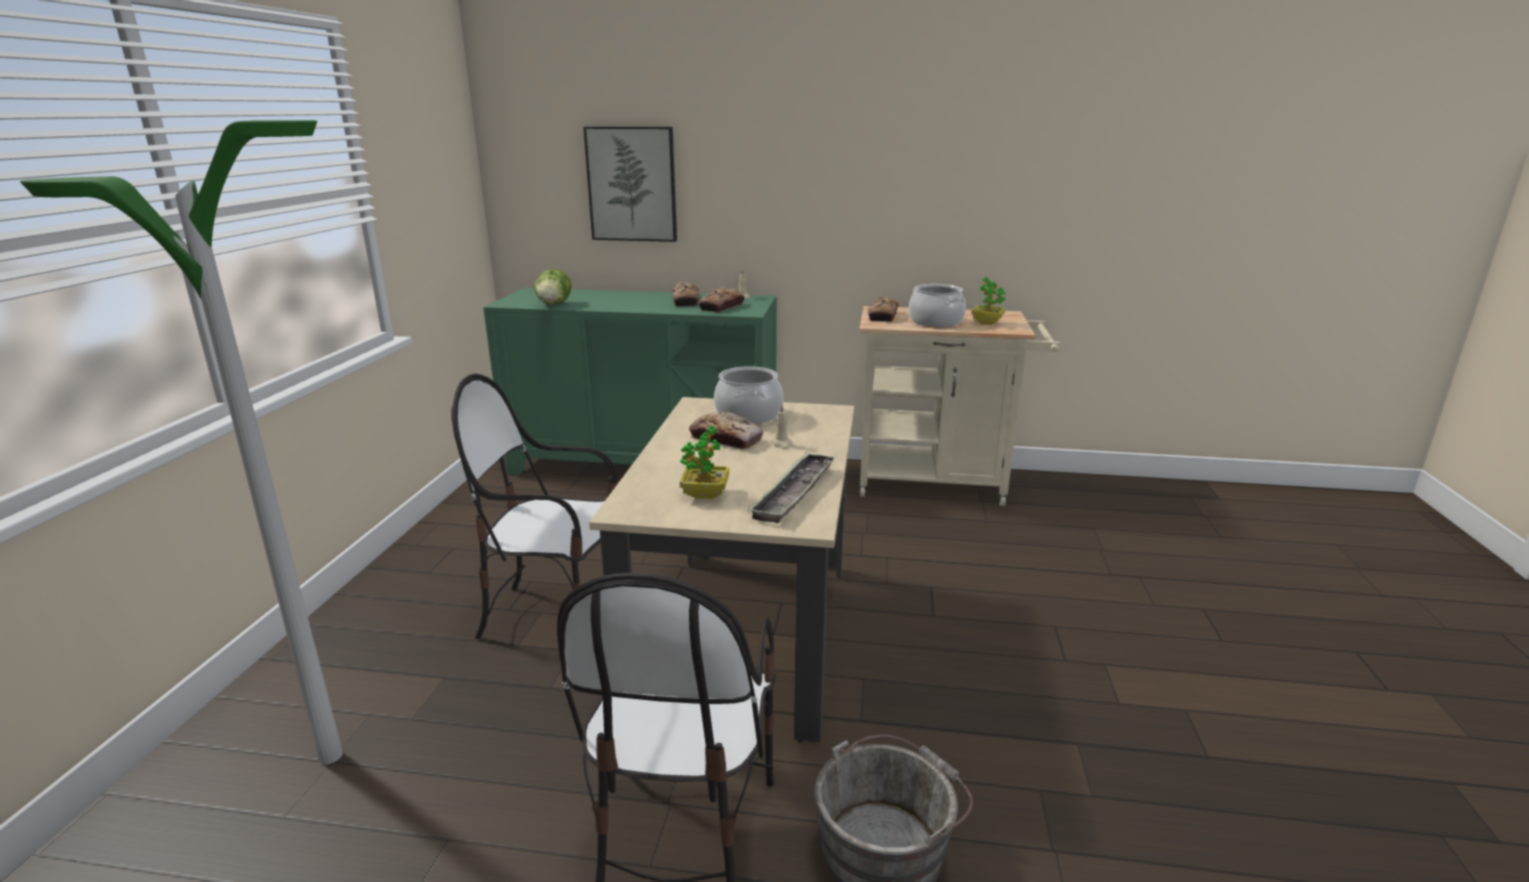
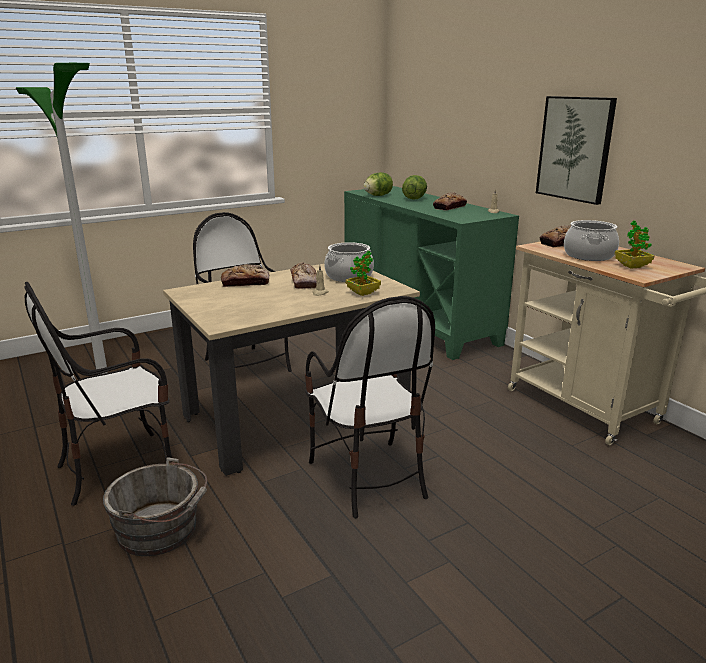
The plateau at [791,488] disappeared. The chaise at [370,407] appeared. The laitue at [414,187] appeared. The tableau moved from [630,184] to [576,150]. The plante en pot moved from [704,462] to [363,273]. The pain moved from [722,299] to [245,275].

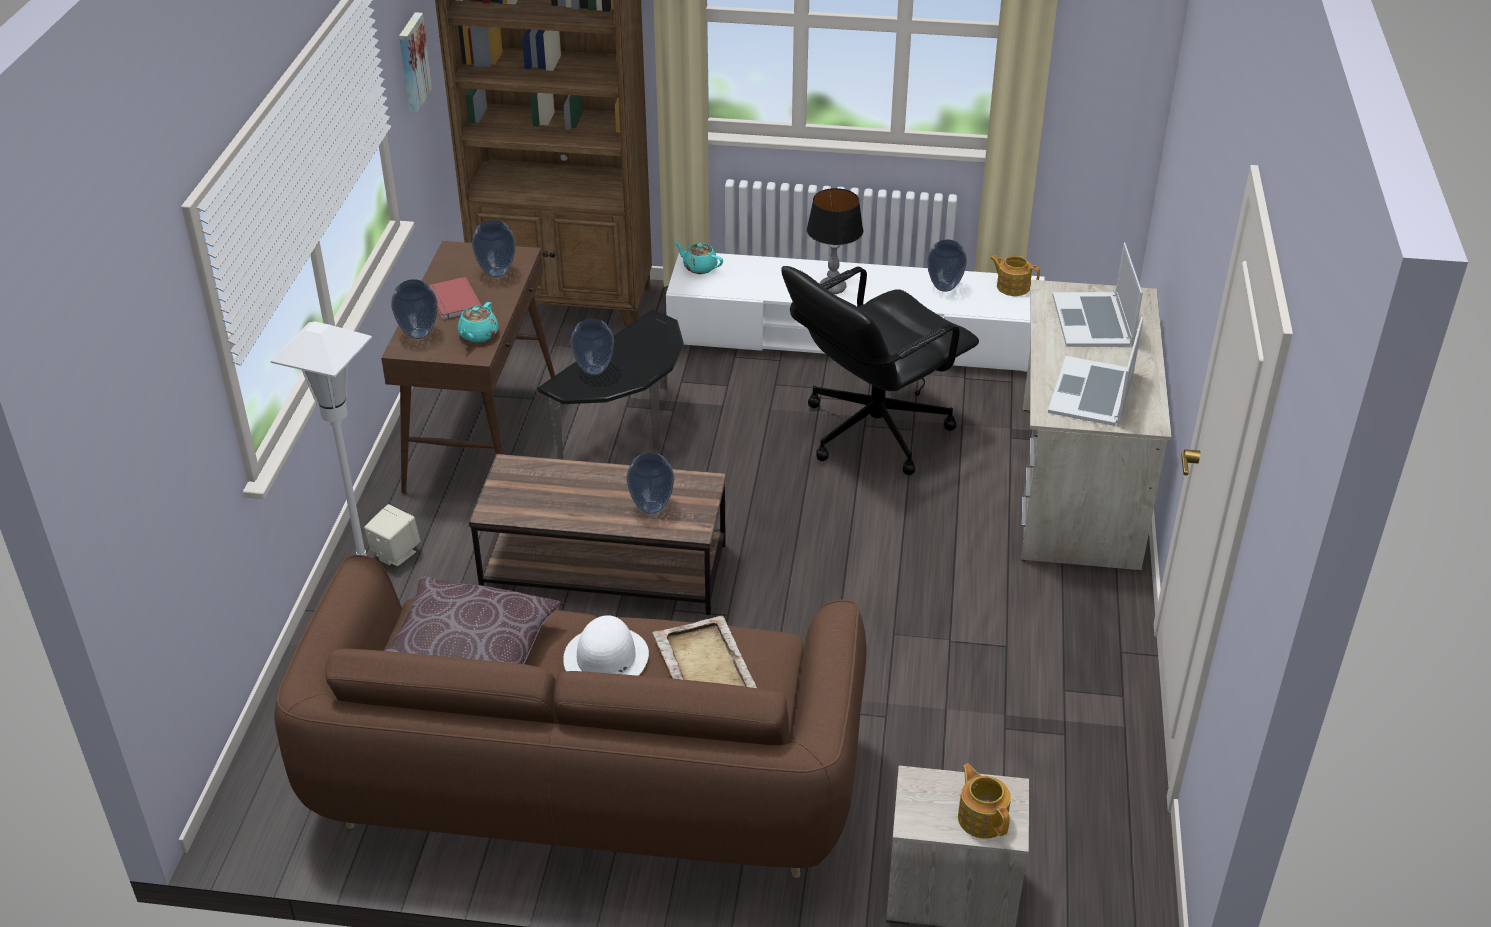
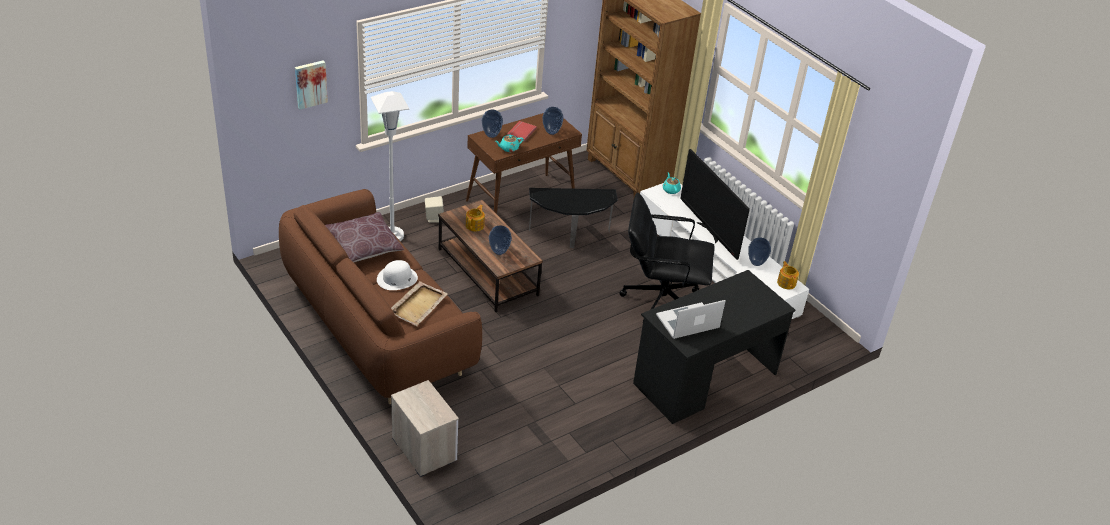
The vase at [592,347] disappeared. The ordinateur portable at [1098,295] disappeared. The tableau moved from [415,62] to [311,85]. The théière moved from [984,801] to [475,218]. The lampe de table at [835,241] was replaced by the téléviseur at [715,204]. The bureau (beige) at [1096,425] became the bureau (noir) at [714,347].

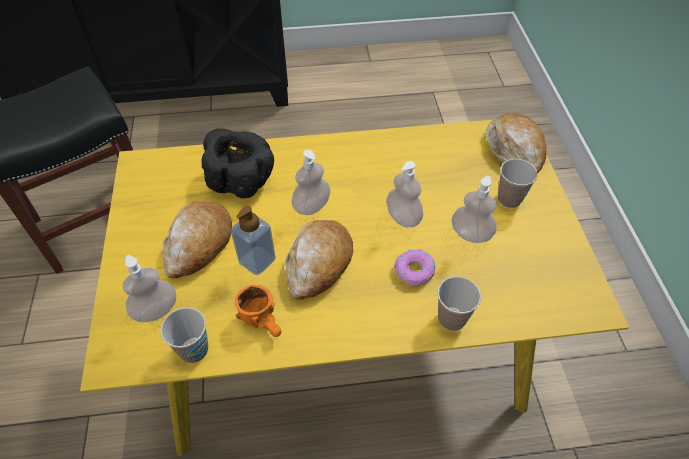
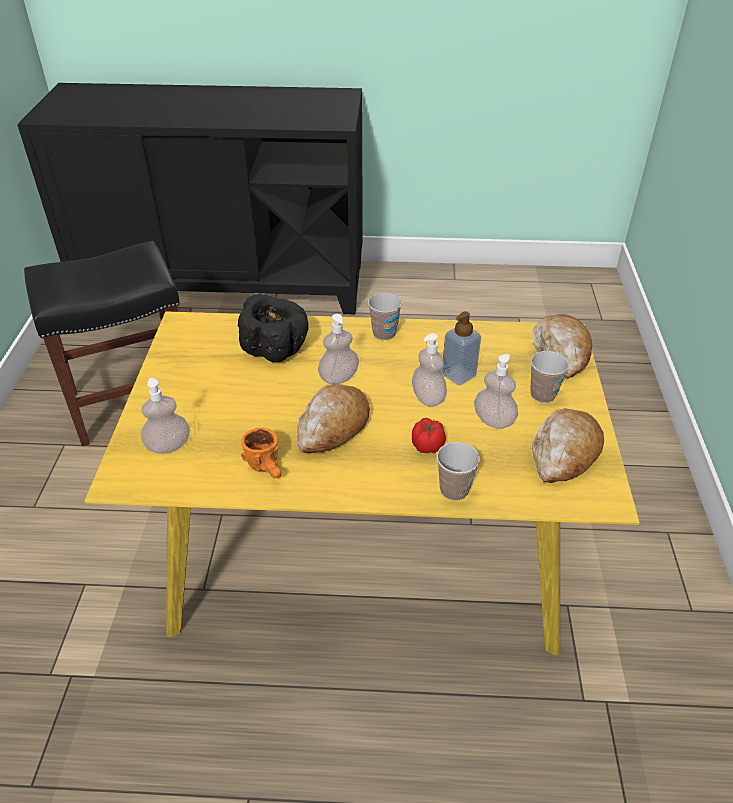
The tasse moved from [184,335] to [385,316]. The pain moved from [197,240] to [568,445]. The distributeur de savon moved from [253,240] to [461,348]. The beignet at [415,267] was replaced by the tomate at [429,435].

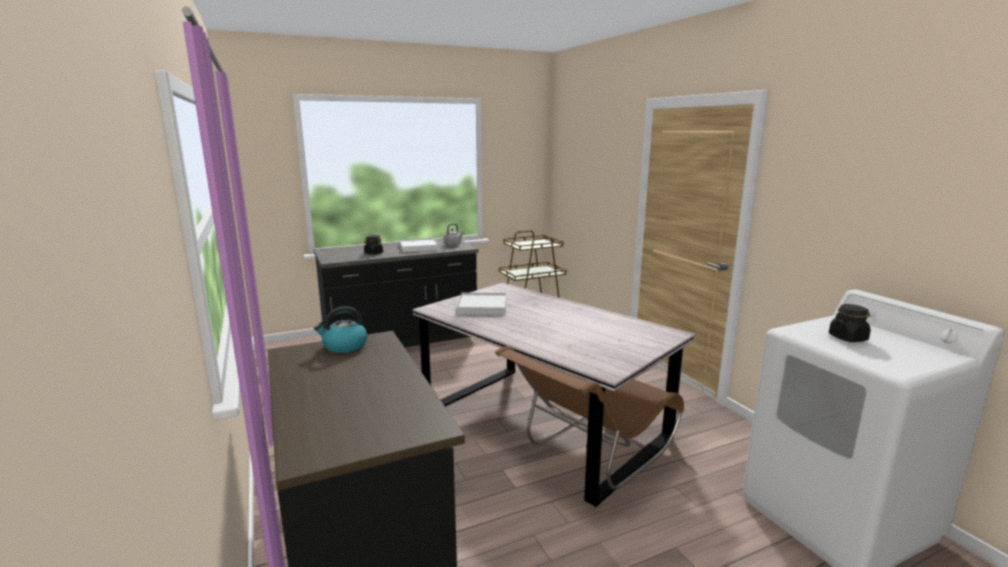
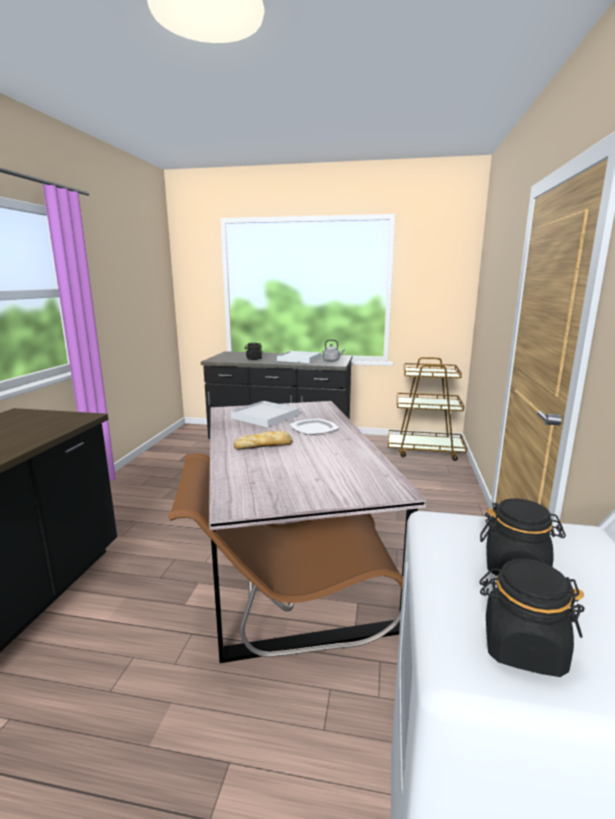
The bouilloire at [340,329] disappeared. The pain at [263,440] appeared. The assiette at [314,427] appeared. The bocal (noir) at [532,618] appeared.

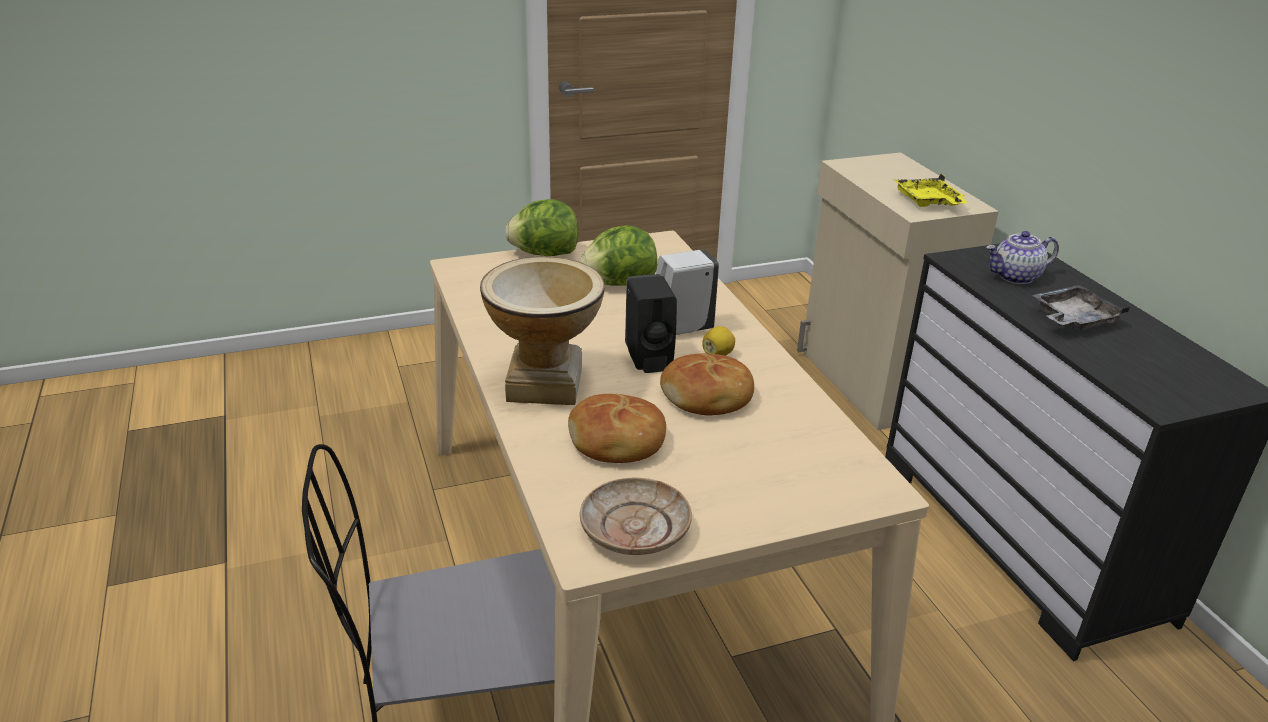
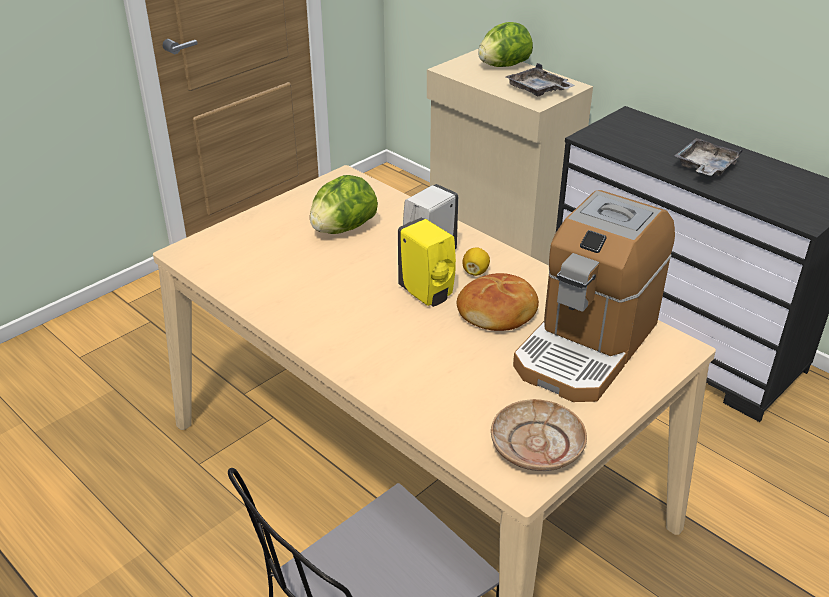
The vase at [542,331] disappeared. The pain at [617,428] disappeared. The théière at [1022,257] disappeared. The machine à café at [594,296] appeared. The laitue moved from [541,227] to [505,44]. The distributeur de savon (noir) at [651,323] became the distributeur de savon (jaune) at [427,262]. The plateau (jaune) at [931,190] became the plateau (gris) at [540,79].

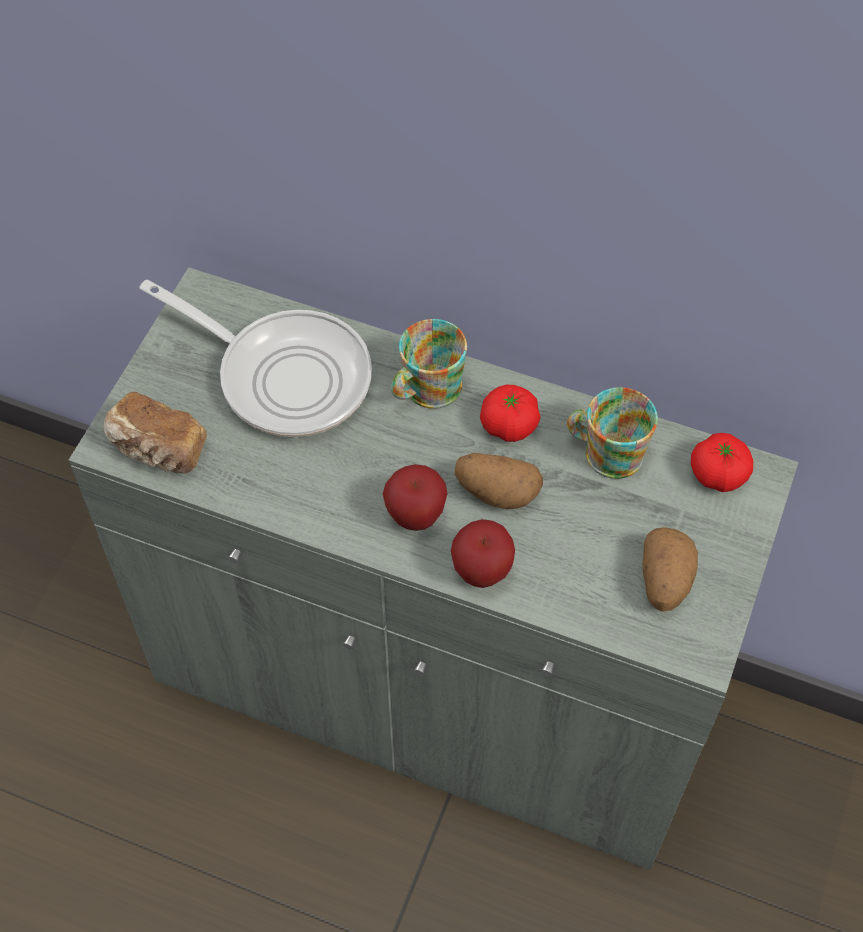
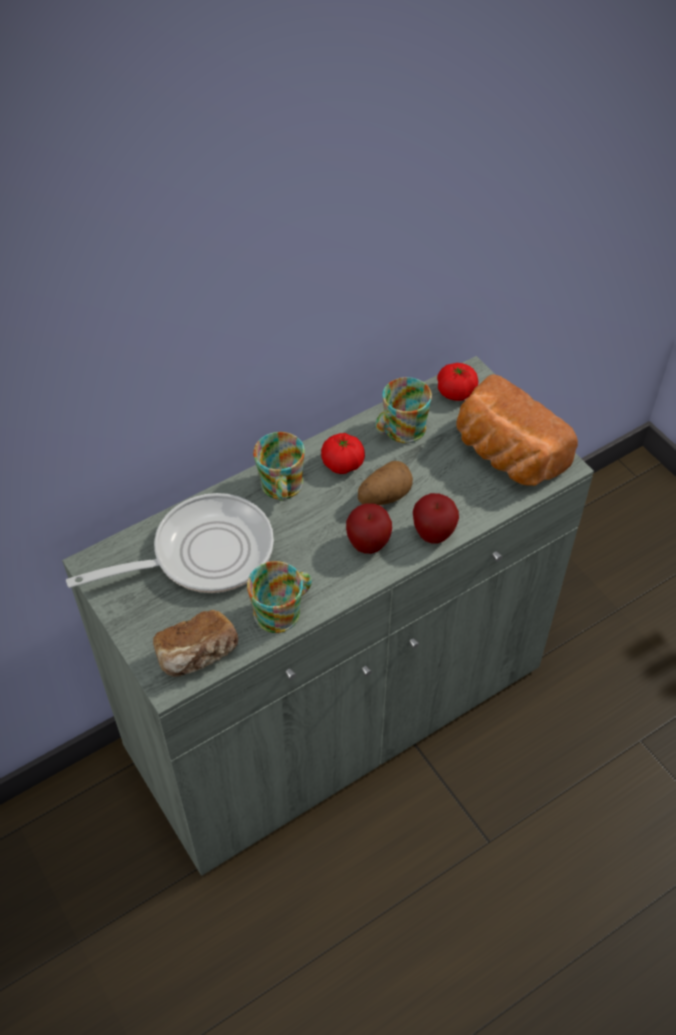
The mug at [279,597] appeared. The pomme de terre at [670,569] was replaced by the pain at [517,430].

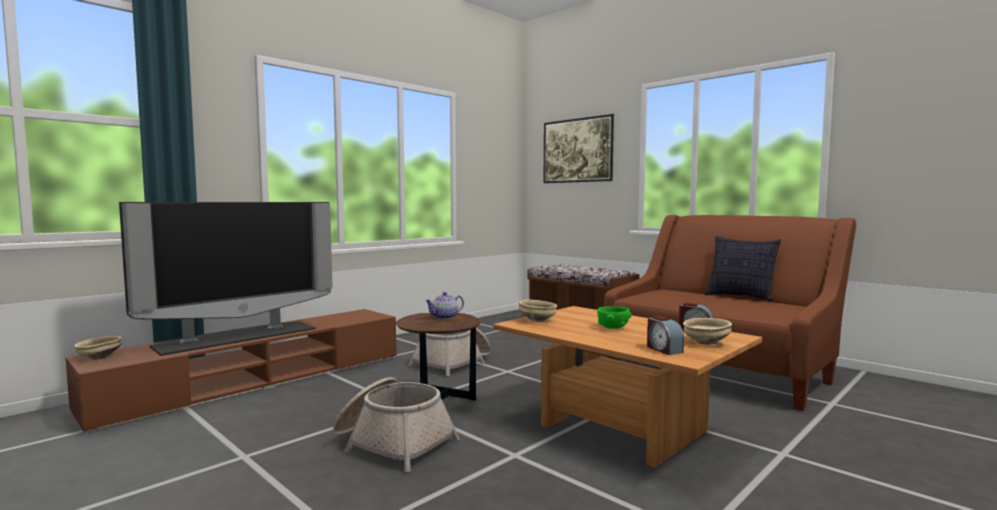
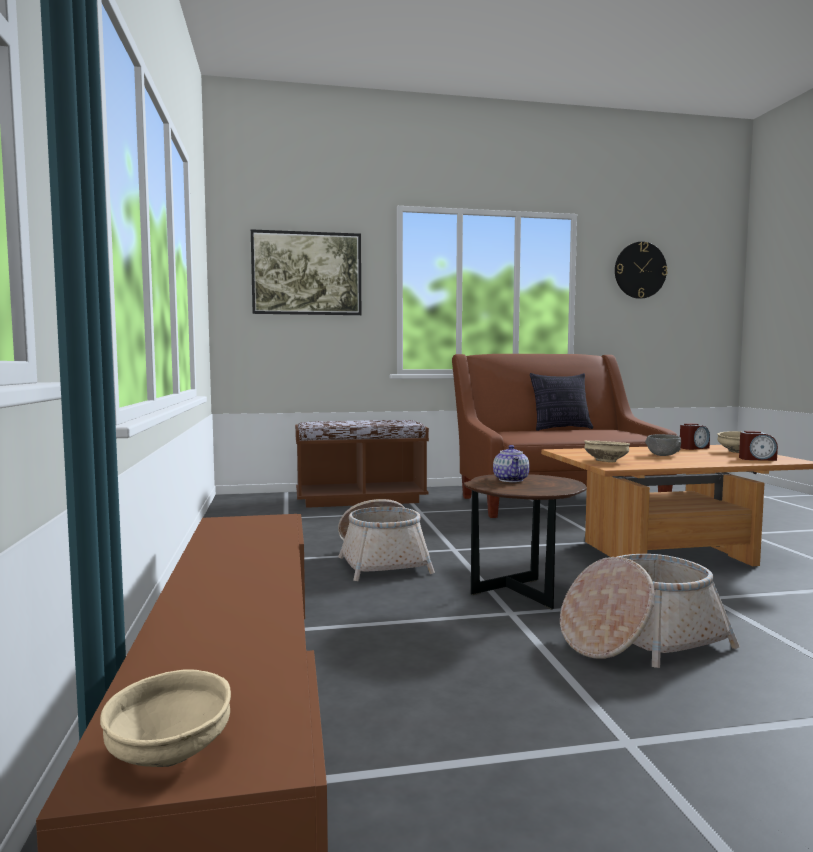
The téléviseur at [226,279] disappeared. The horloge murale at [641,270] appeared. The bol (vert) at [614,317] became the bol (gris) at [663,445].

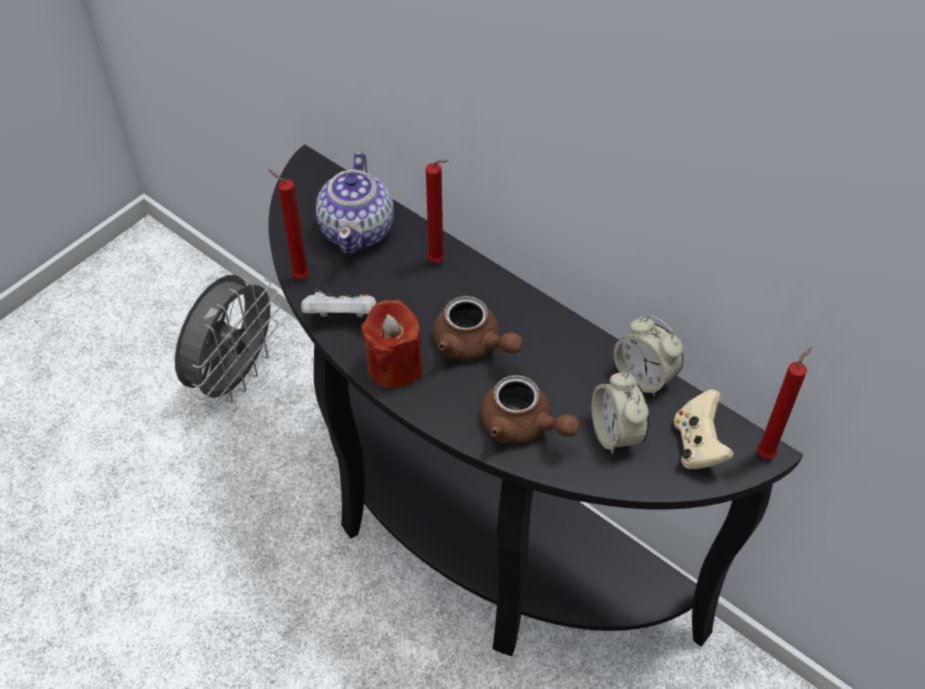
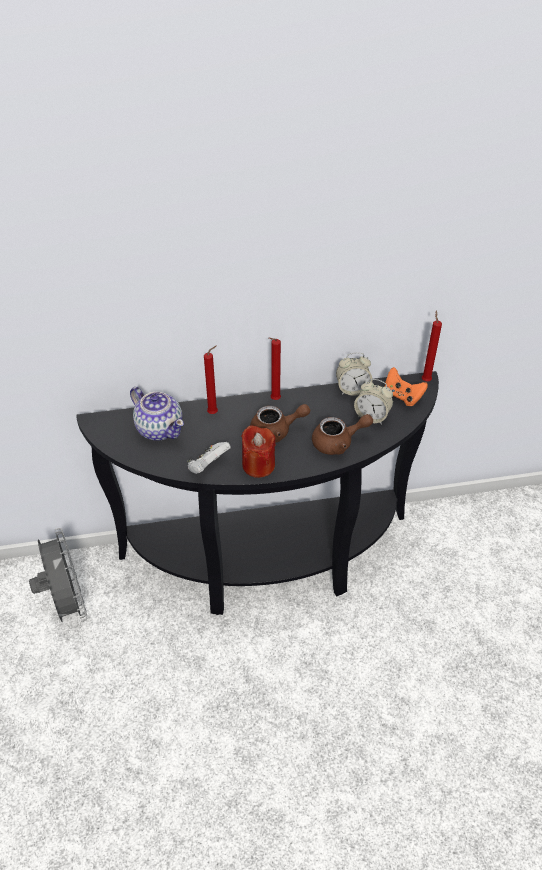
The bougie (rouge) moved from [288,224] to [274,368]. The manette (beige) at [704,429] became the manette (orange) at [406,386].

